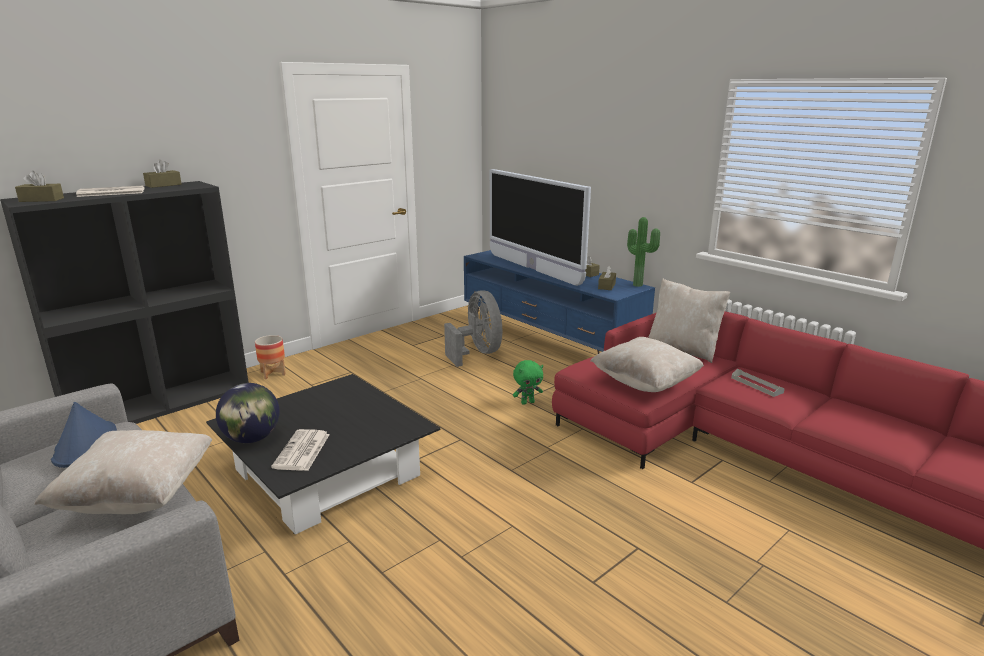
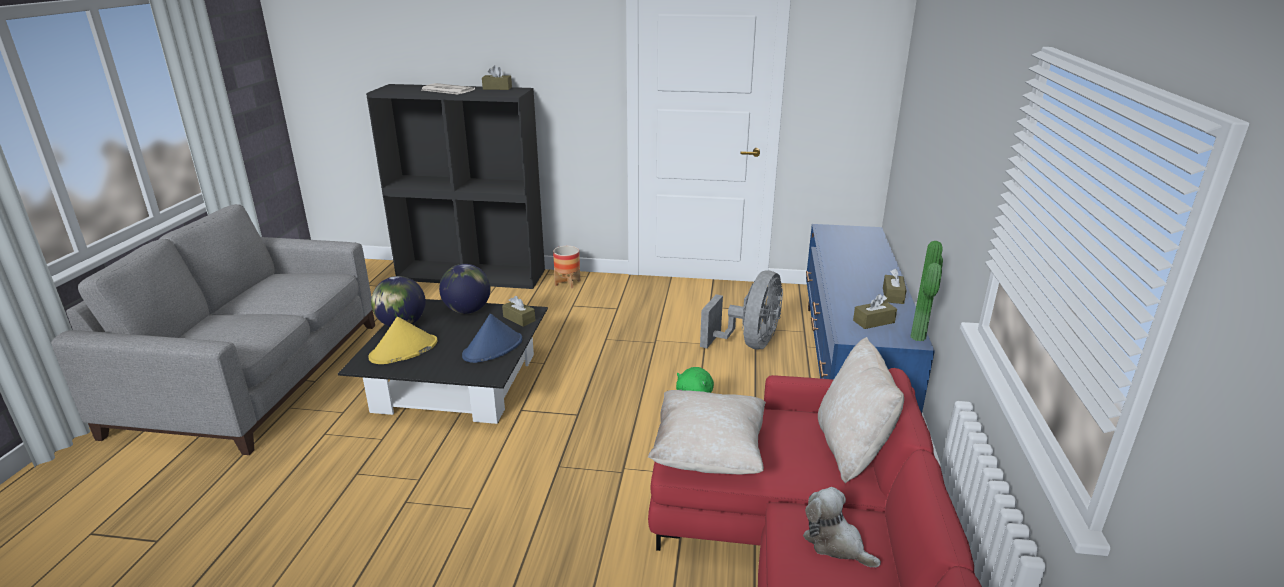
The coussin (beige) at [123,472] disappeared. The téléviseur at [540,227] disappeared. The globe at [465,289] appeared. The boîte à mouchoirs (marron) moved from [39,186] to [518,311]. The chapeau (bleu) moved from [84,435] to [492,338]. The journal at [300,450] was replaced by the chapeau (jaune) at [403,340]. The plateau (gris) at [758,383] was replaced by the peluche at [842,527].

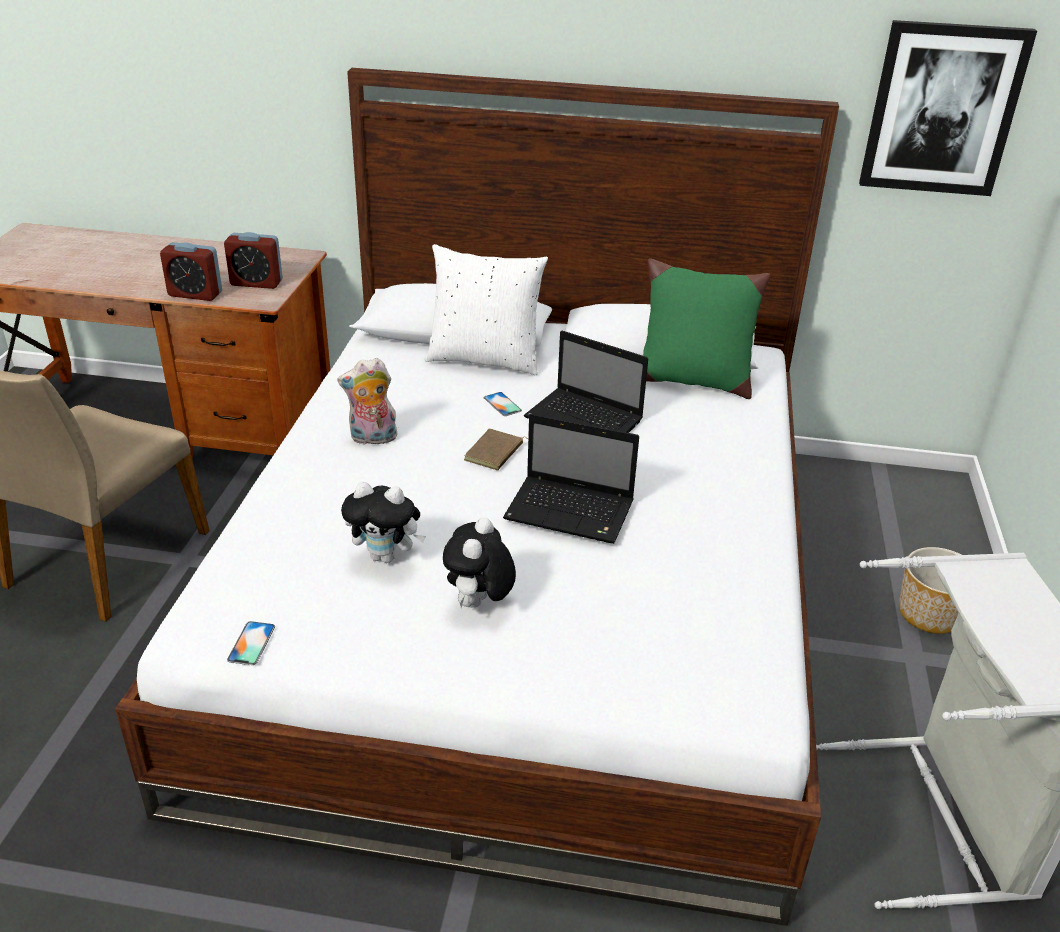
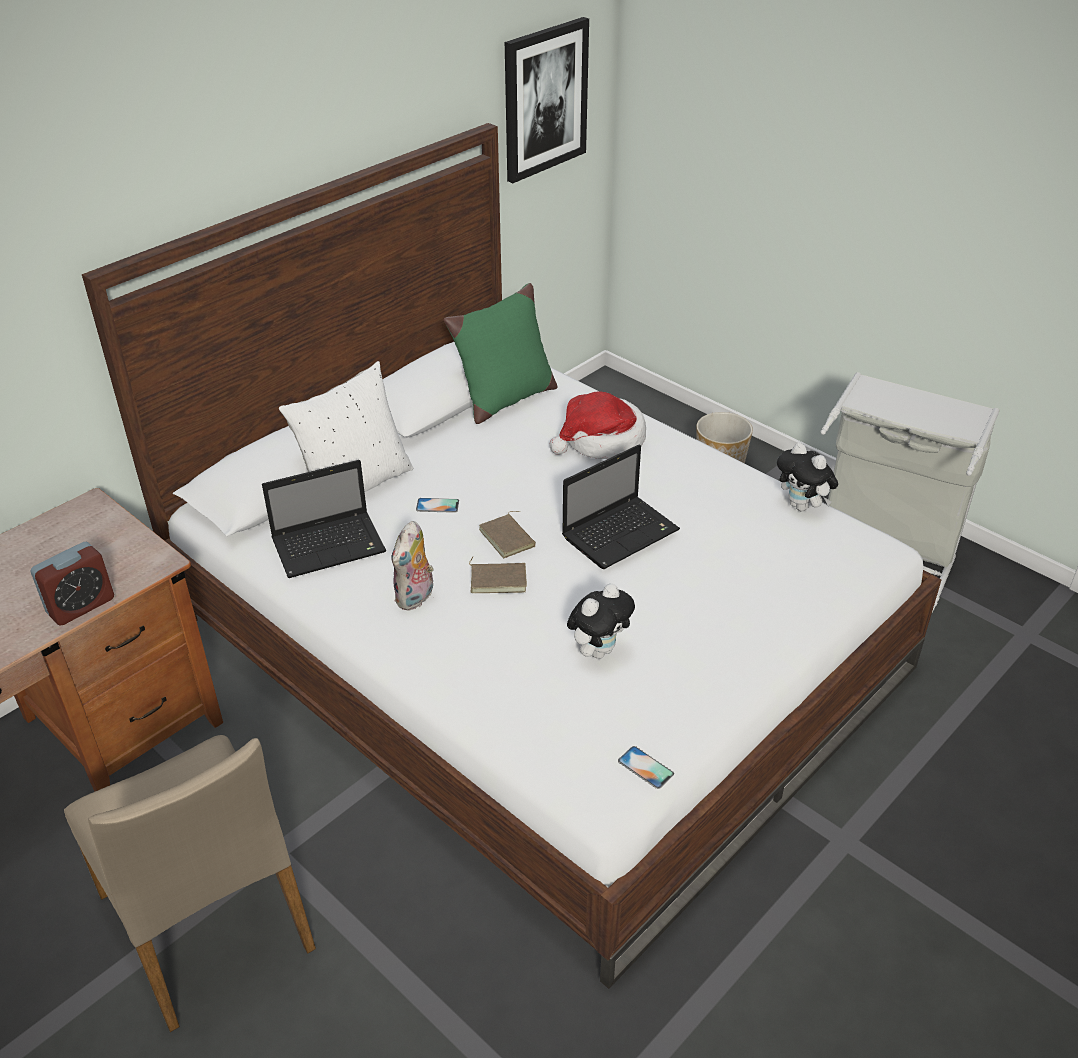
The réveil at [253,260] disappeared. The livre (marron) at [498,575] appeared. The chapeau at [597,425] appeared. The peluche moved from [479,562] to [807,477]. The ordinateur portable moved from [586,382] to [324,519].

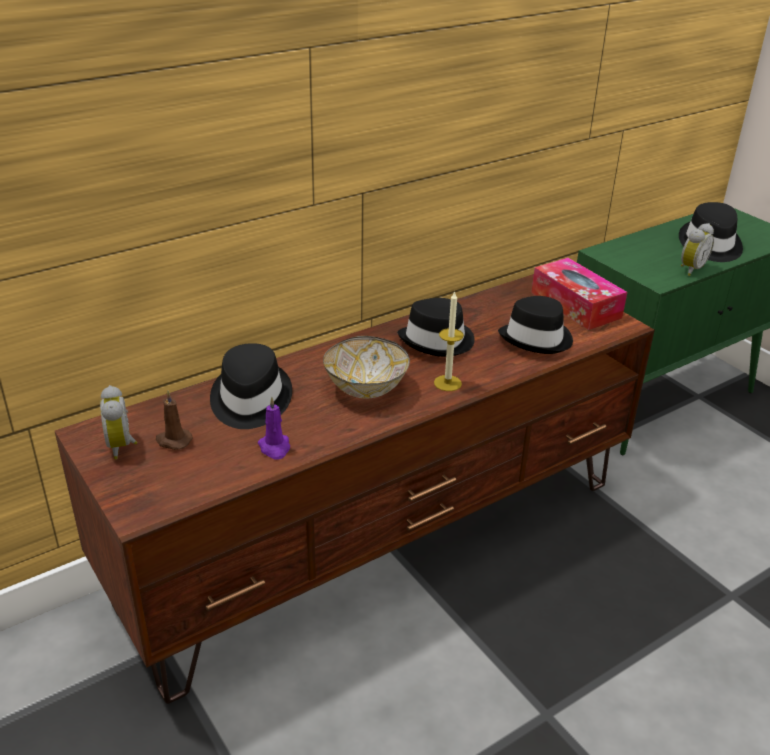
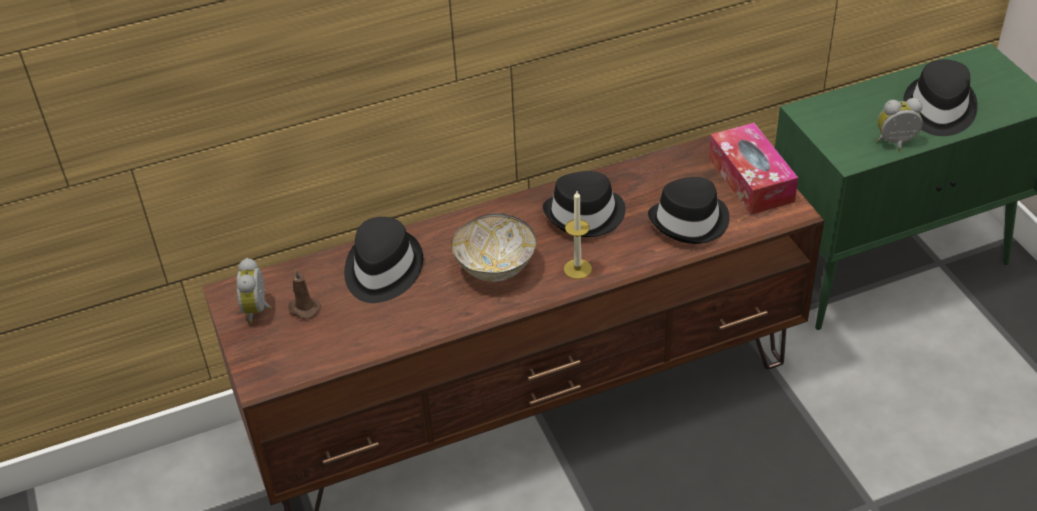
The bougie (violet) at [274,428] disappeared. The réveil at [697,249] turned 150 degrees counterclockwise.

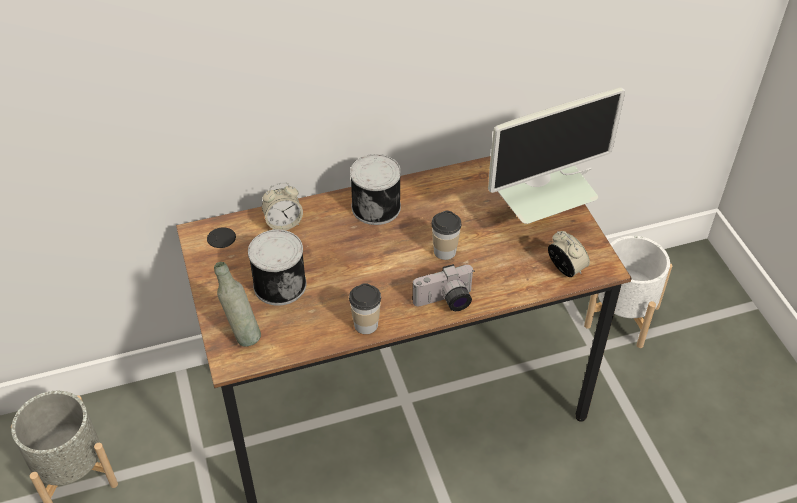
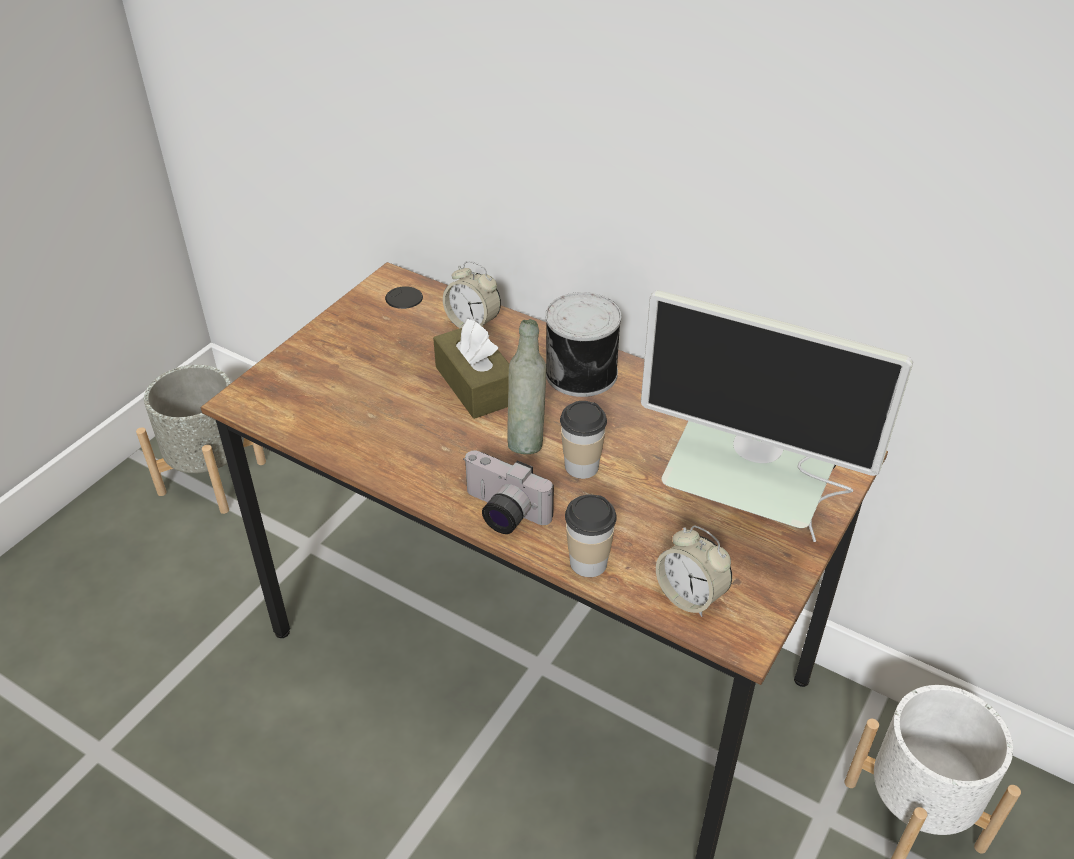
The boîte métallique at [277,268] disappeared. The boîte à mouchoirs (marron) at [471,369] appeared. The bouteille (gris) moved from [237,304] to [526,386]. The tasse moved from [365,308] to [591,536]. The réveil at [569,254] turned 120 degrees clockwise.

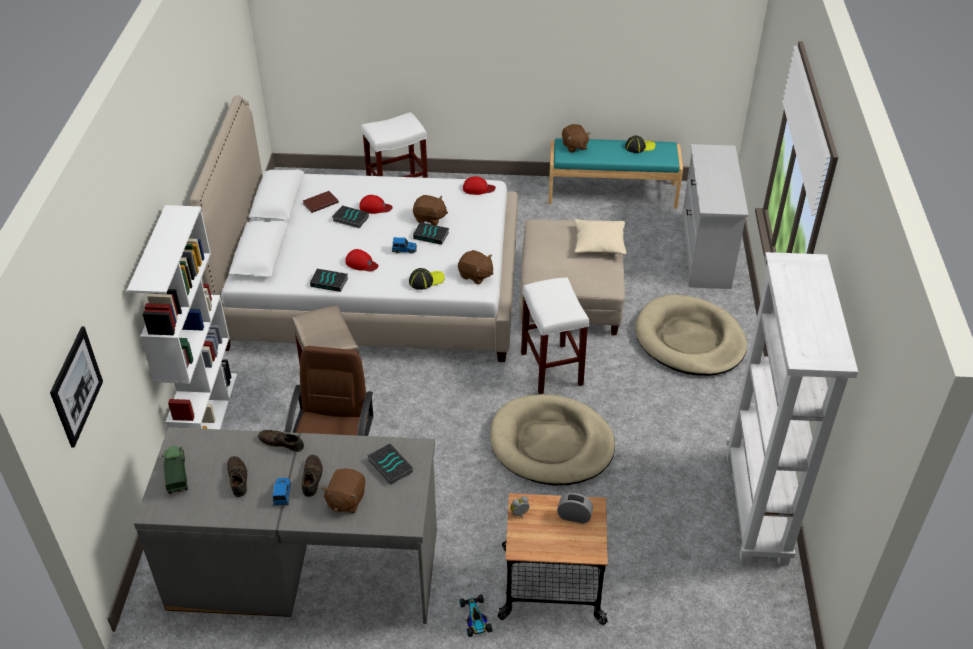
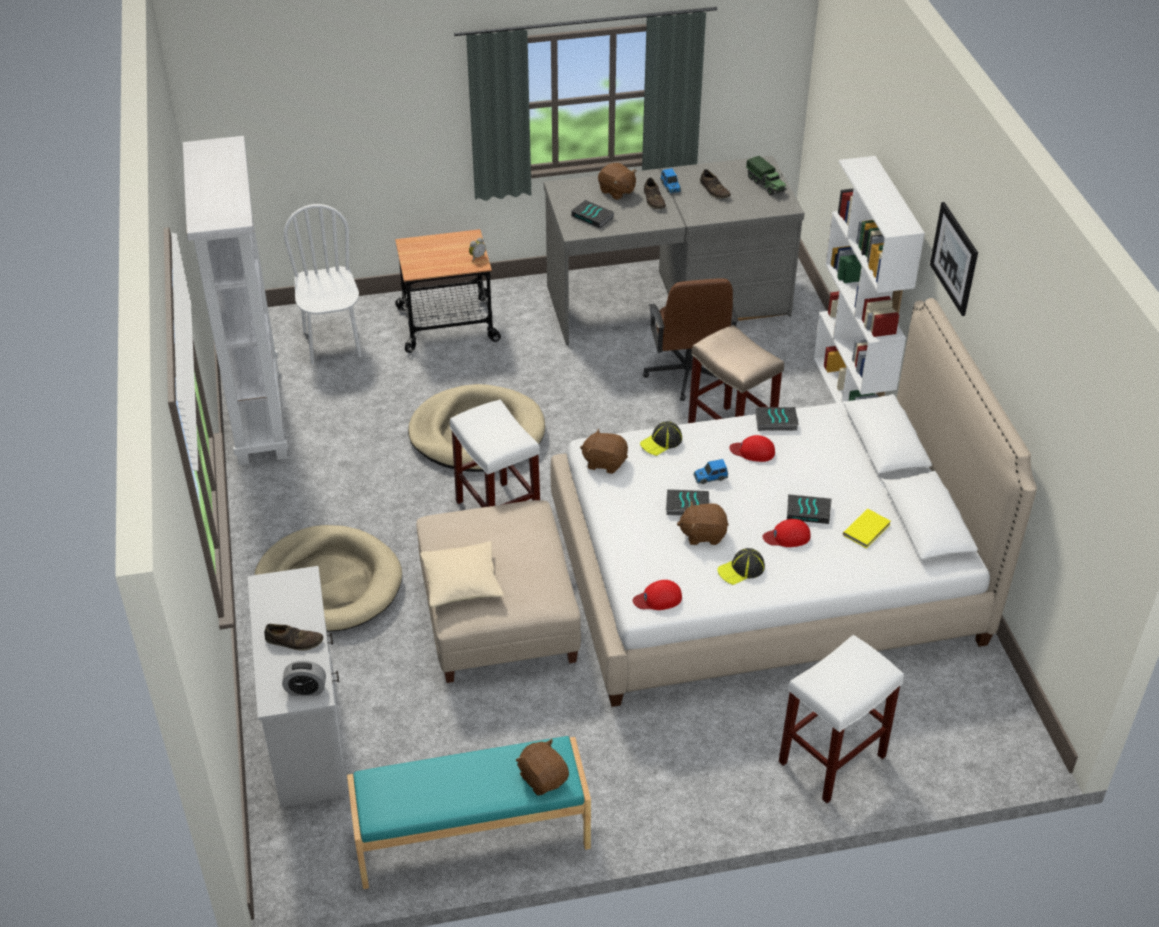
The petite voiture at [475,615] disappeared. The chaise (blanc) at [322,284] appeared. The tableau moved from [76,387] to [954,259]. The chaussure (marron) moved from [281,441] to [293,637]. The réveil moved from [575,508] to [304,678]. The casquette moved from [640,144] to [741,566]. The livre (marron) at [321,202] became the livre (jaune) at [867,528]. The peluche (marron) at [344,490] turned 135 degrees clockwise.

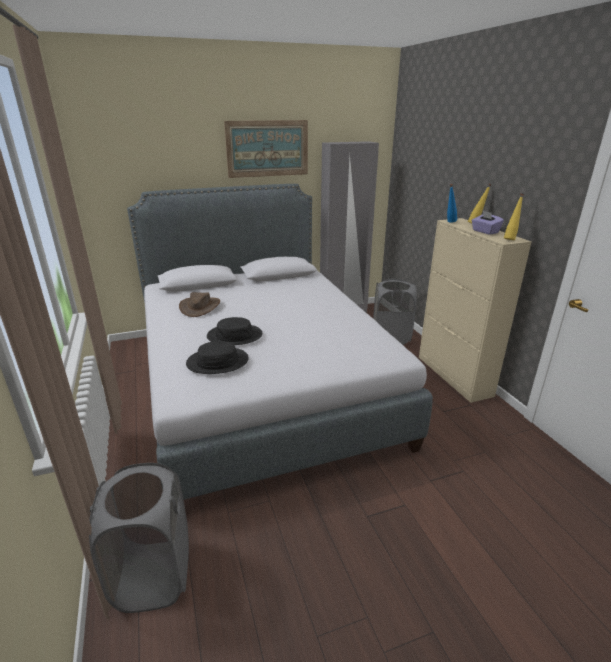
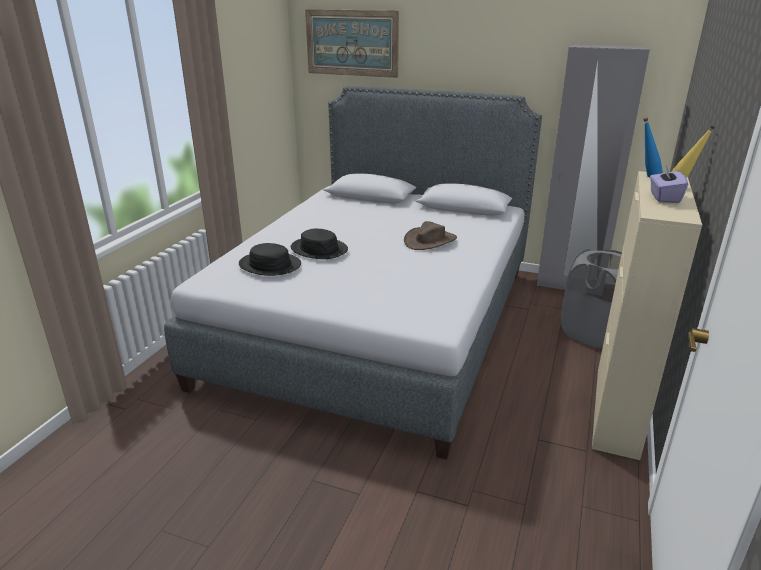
The panier à linge (gris) at [139,538] disappeared. The bouteille (jaune) at [514,216] disappeared. The chapeau (marron) moved from [199,304] to [430,235]. The tableau moved from [266,149] to [352,43].

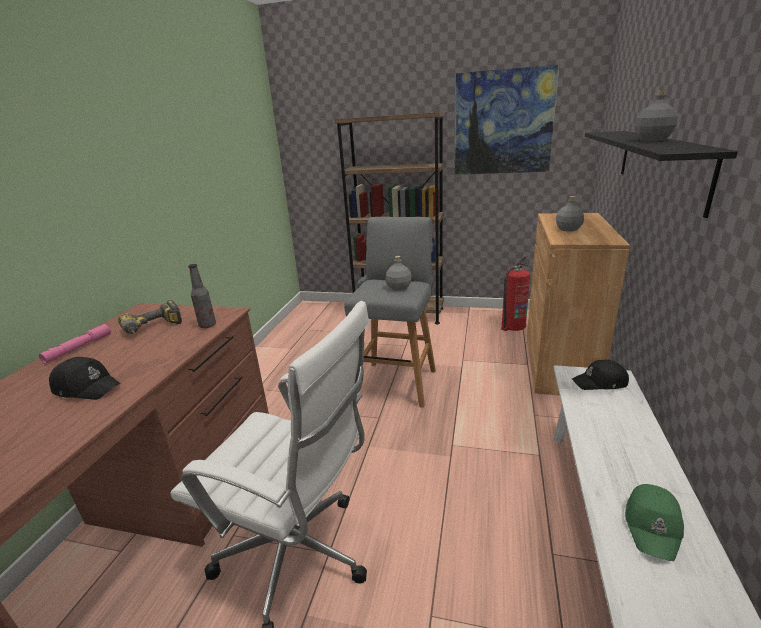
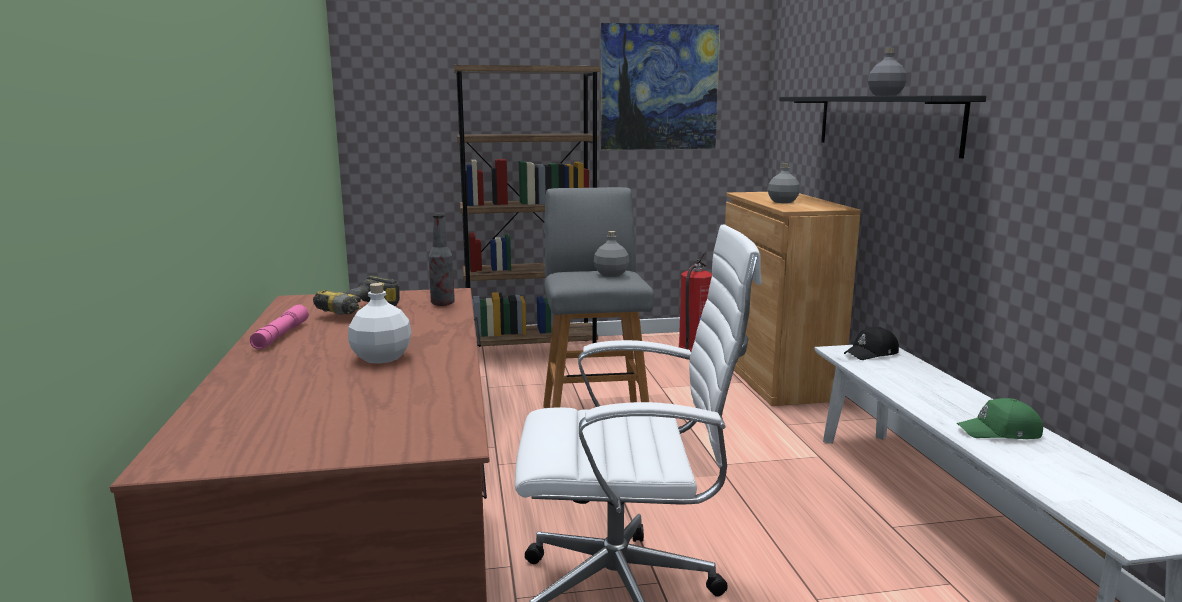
The casquette (noir) at [85,378] was replaced by the bouteille (blanc) at [379,323]. The casquette (vert) at [654,522] turned 90 degrees clockwise.

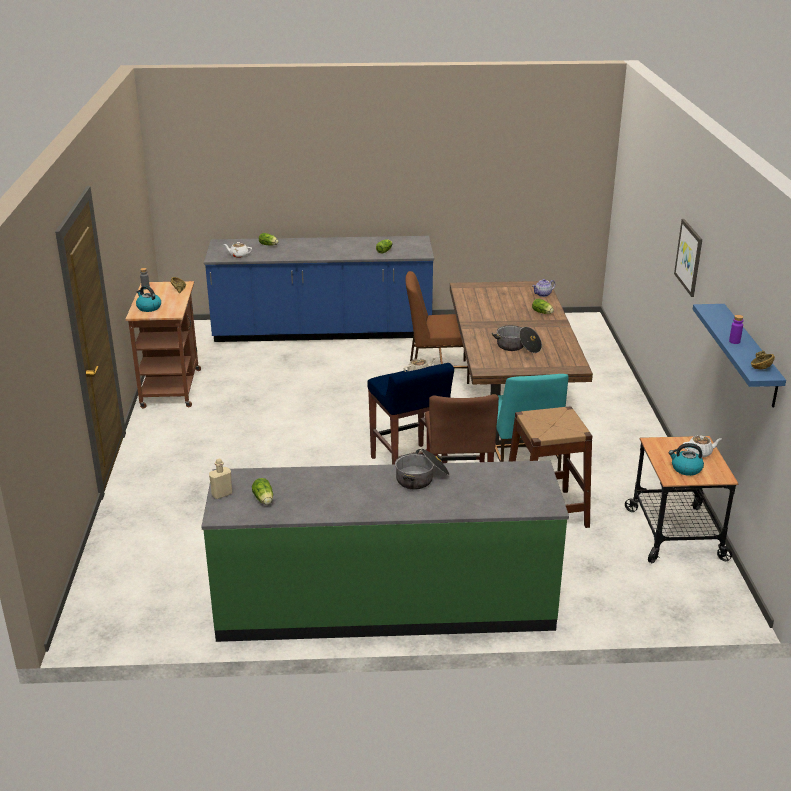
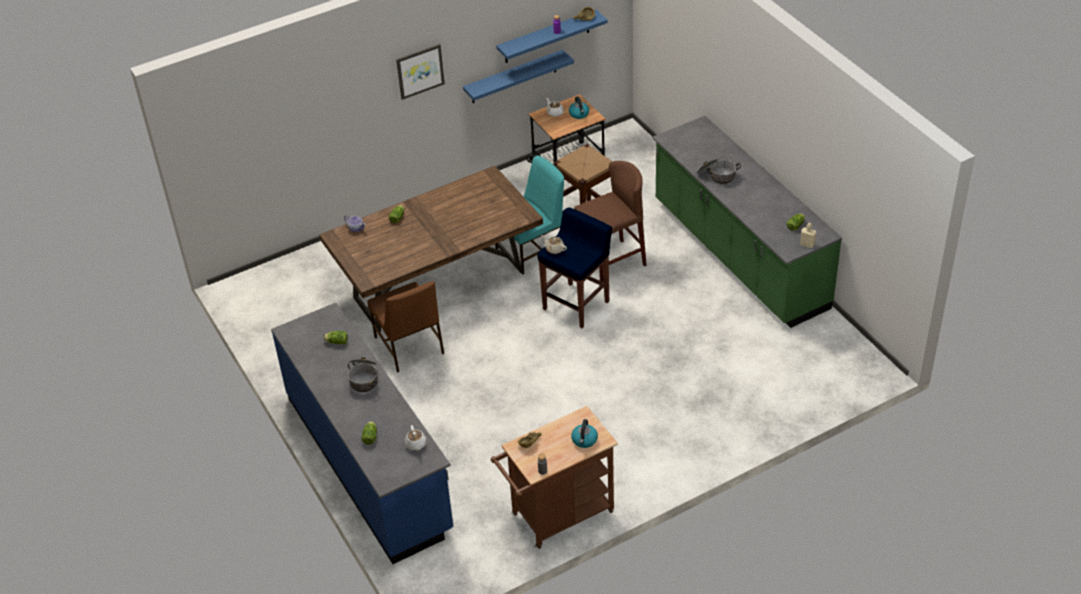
The étagère (bleu) at [518,76] appeared. The marmite moved from [517,339] to [363,374].

